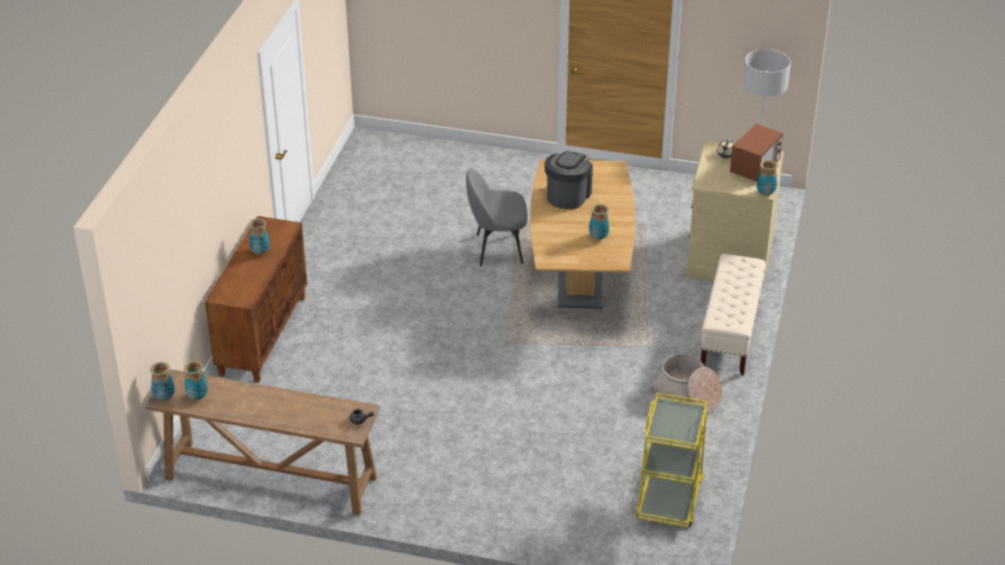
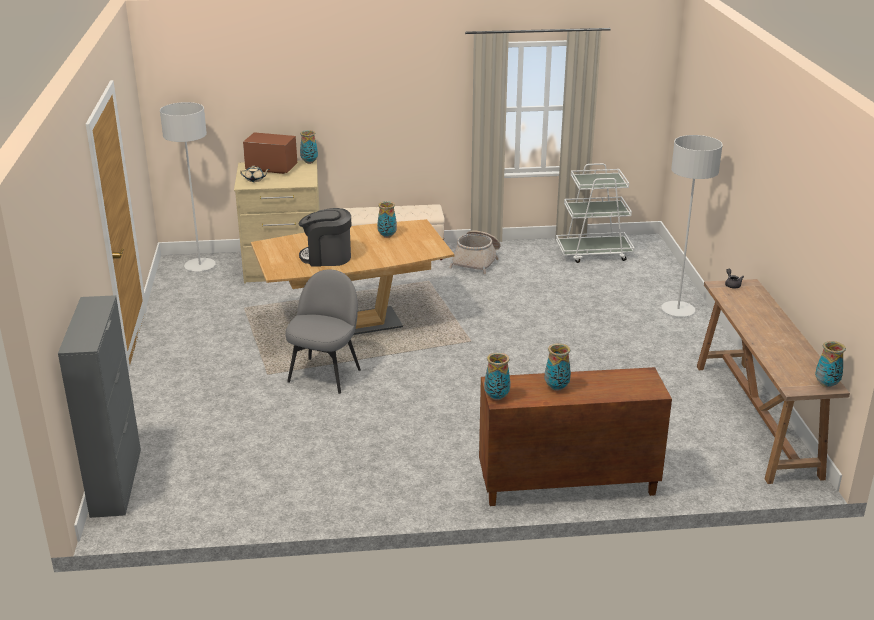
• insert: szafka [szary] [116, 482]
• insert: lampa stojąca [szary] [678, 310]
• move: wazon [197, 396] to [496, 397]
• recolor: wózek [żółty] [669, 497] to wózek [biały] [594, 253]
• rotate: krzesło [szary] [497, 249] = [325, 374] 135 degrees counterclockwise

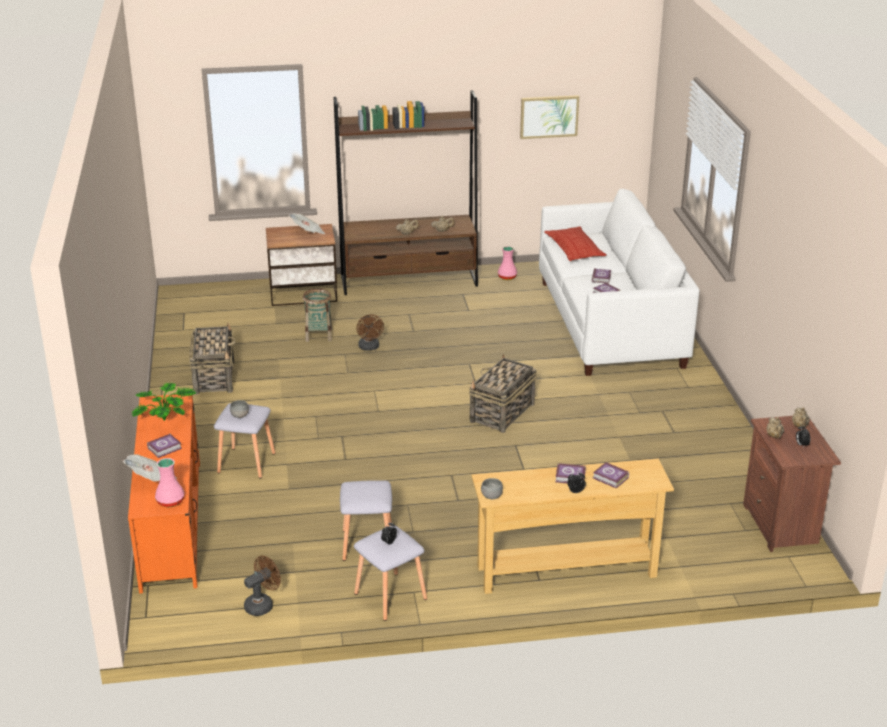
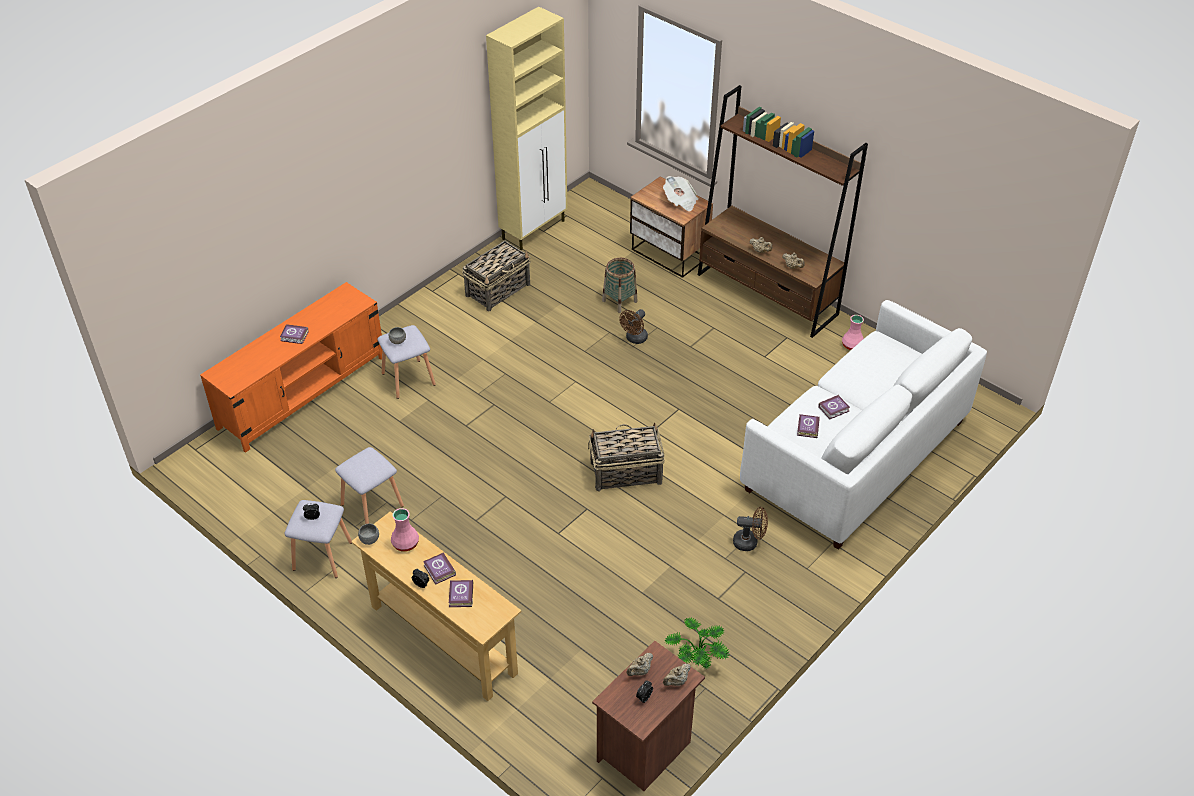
• delete: gazeta [151, 479]
• delete: obraz [549, 116]
• delete: poduszka [574, 249]
• insert: szafka [beżowy] [534, 229]
• move: roślina doniczkowa [166, 422] to [697, 659]
• move: wazon [różowy] [169, 501] to [405, 543]
• move: wentylator [brązowy] [262, 604] to [749, 542]

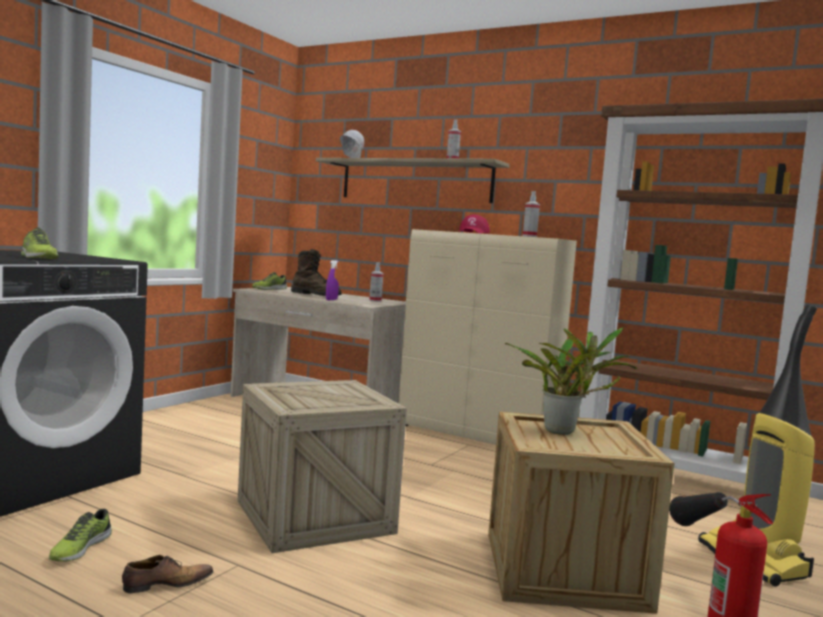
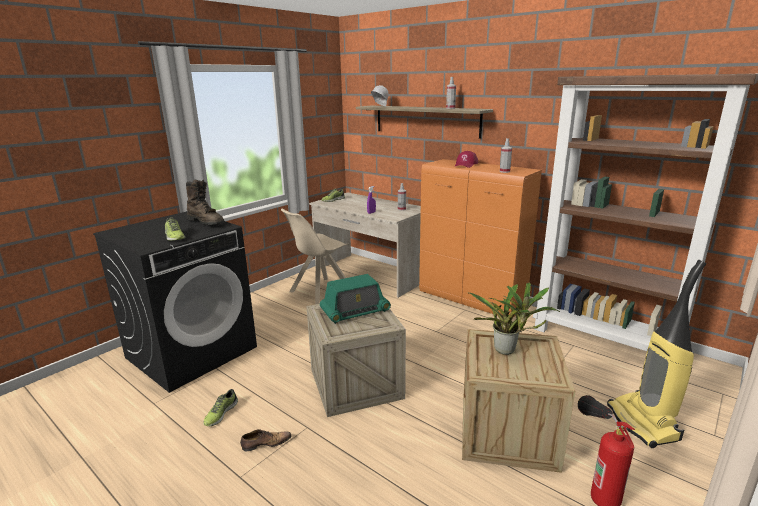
• insert: krzesło [beżowy] [320, 292]
• insert: radio [355, 311]
• move: but z cholewką [brązowy] [316, 295] to [206, 222]
• recolor: szafka [beżowy] [476, 435] to szafka [pomarańczowy] [472, 300]

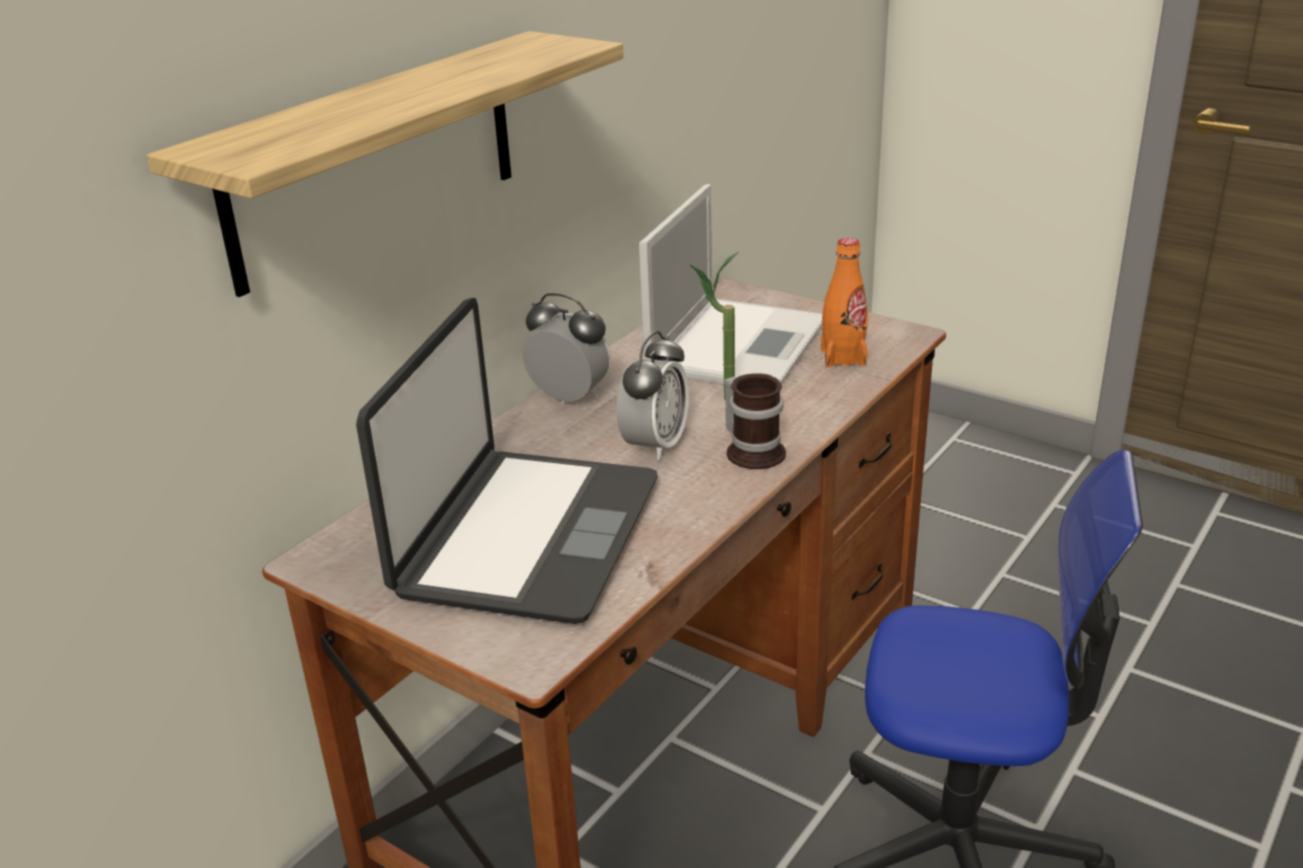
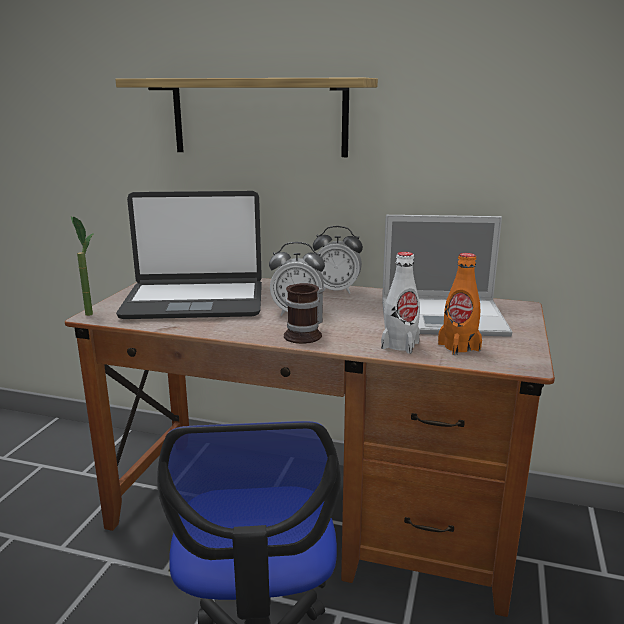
• insert: butelka [biały] [400, 345]
• move: roślina doniczkowa [717, 397] to [89, 312]
• rotate: budzik [569, 397] = [337, 290] 90 degrees clockwise

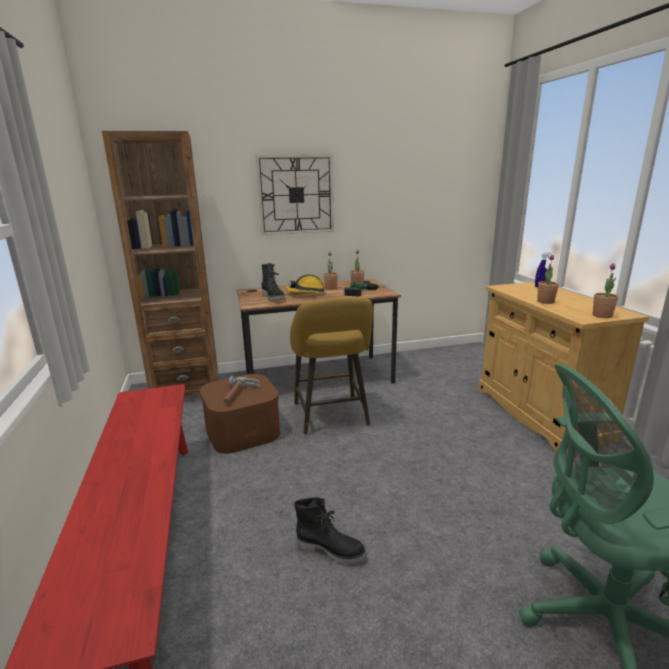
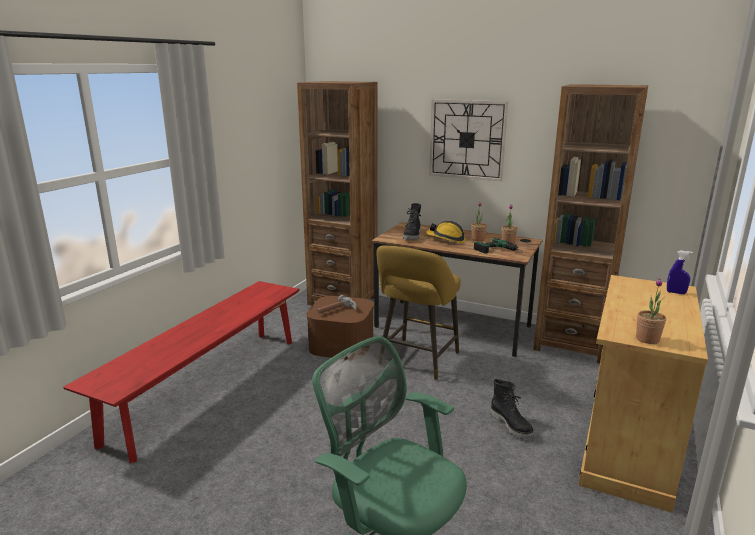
• delete: roślina doniczkowa [545, 301]
• insert: regał [brązowy] [571, 344]
• move: but z cholewką [czarny] [331, 550] to [511, 425]

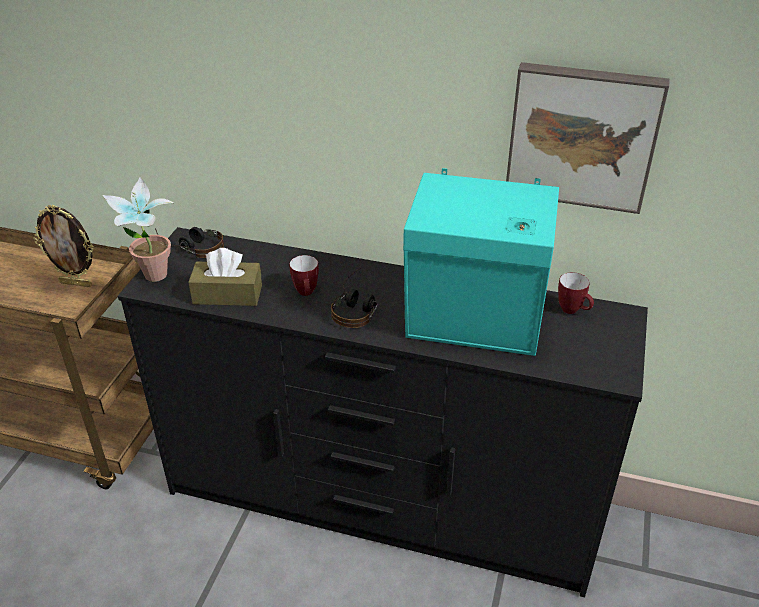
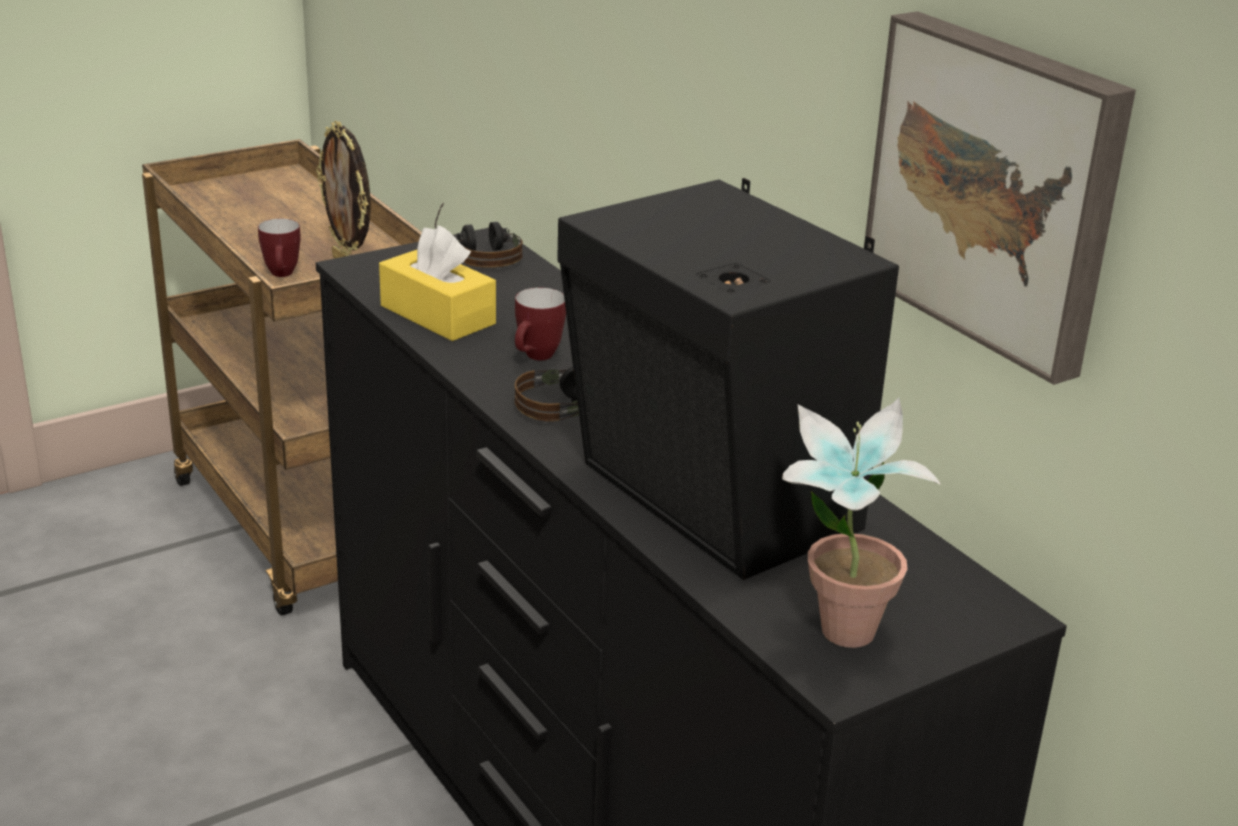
• move: roślina doniczkowa [153, 280] to [835, 640]
• move: kubek [573, 311] to [282, 275]
• recolor: pudełko chusteczek [brązowy] [227, 294] to pudełko chusteczek [żółty] [437, 315]
• recolor: głośnik [turkusowy] [476, 326] to głośnik [czarny] [712, 502]

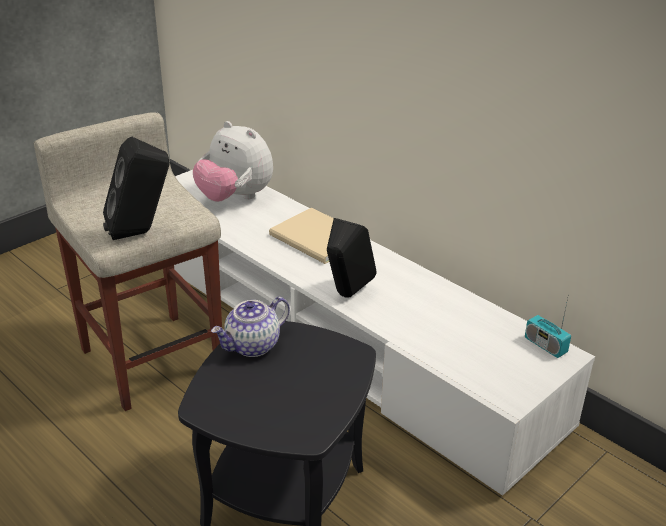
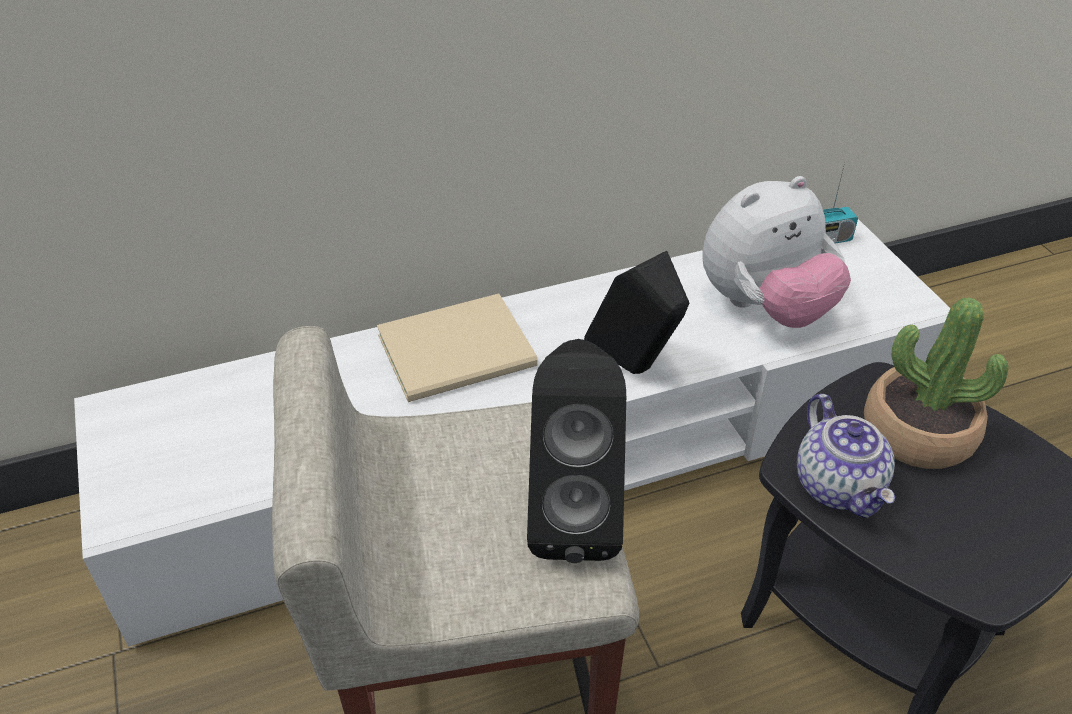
• insert: roślina doniczkowa [917, 433]
• move: pluszak [235, 198] to [765, 307]

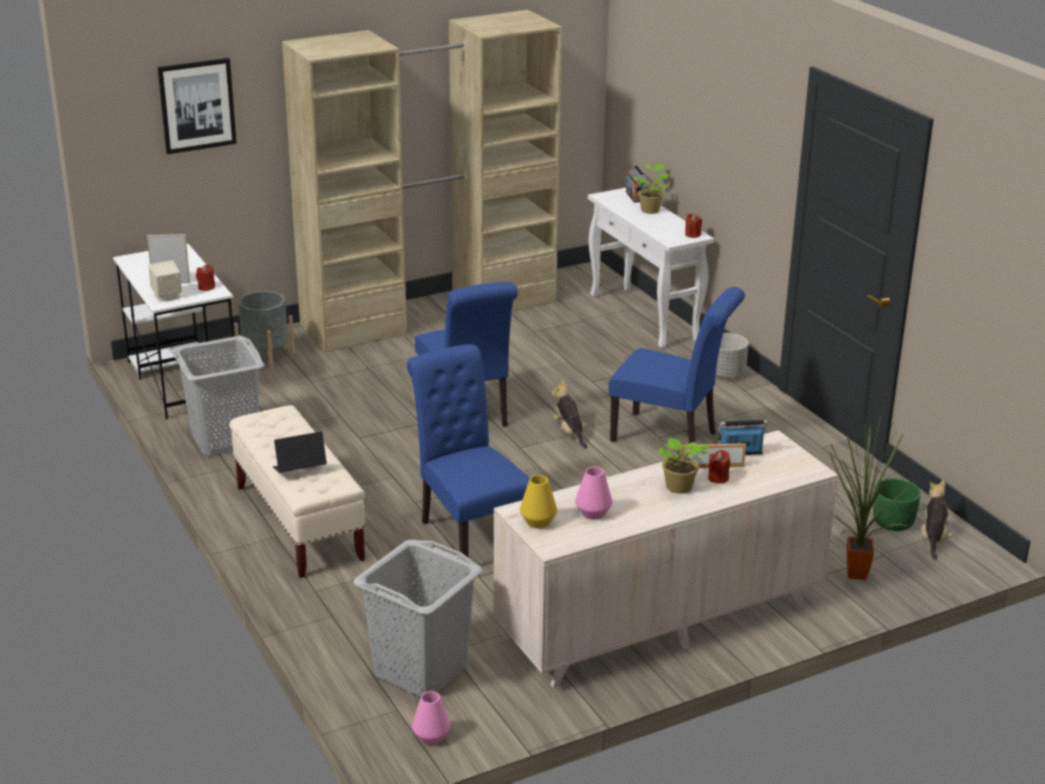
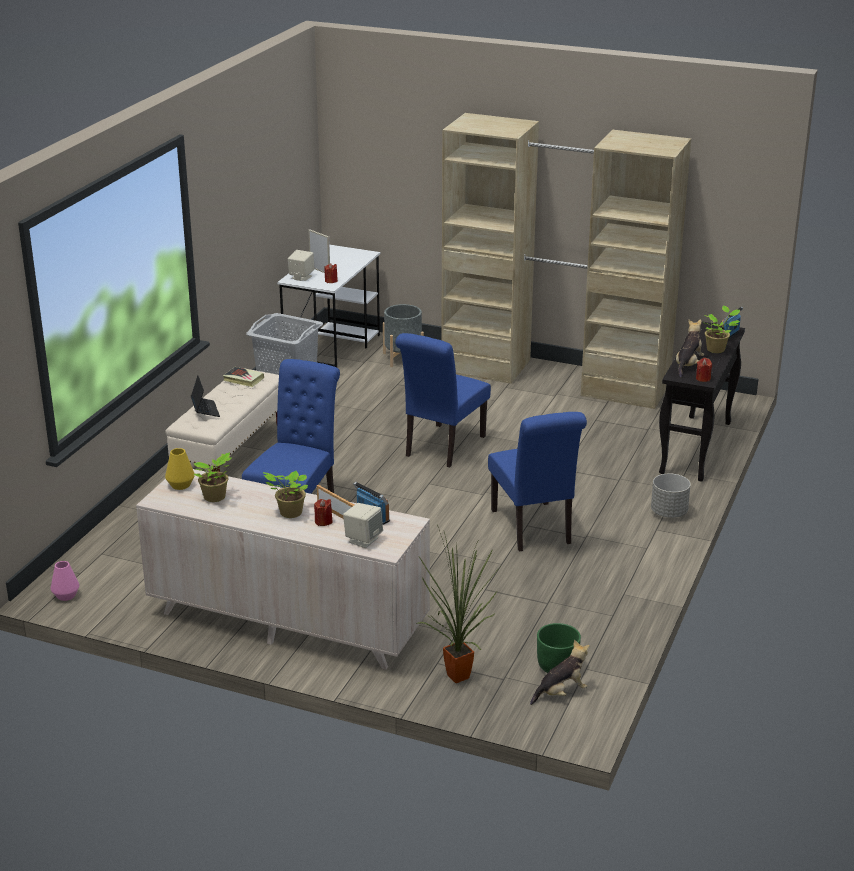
• delete: obraz [197, 105]
• delete: kosz na pranie [szary] [420, 670]
• insert: książka [243, 379]
• insert: głośnik [beżowy] [363, 539]
• move: pluszak [569, 433] to [688, 365]
• replace: wazon [różowy] [593, 513] to roślina doniczkowa [215, 497]
• recolor: stolik konsolowy [biały] [644, 318] to stolik konsolowy [czarny] [696, 448]
• rotate: laptop [299, 470] = [205, 410] 45 degrees clockwise

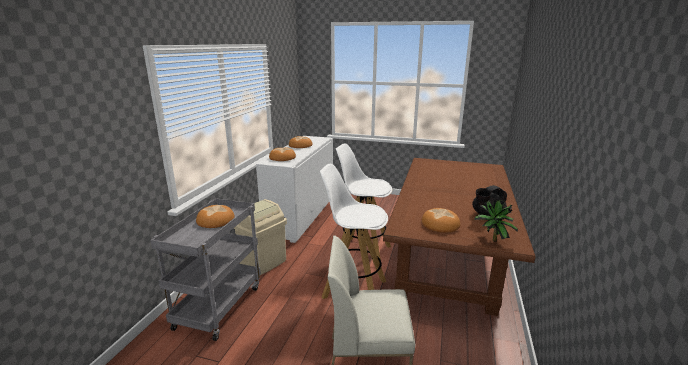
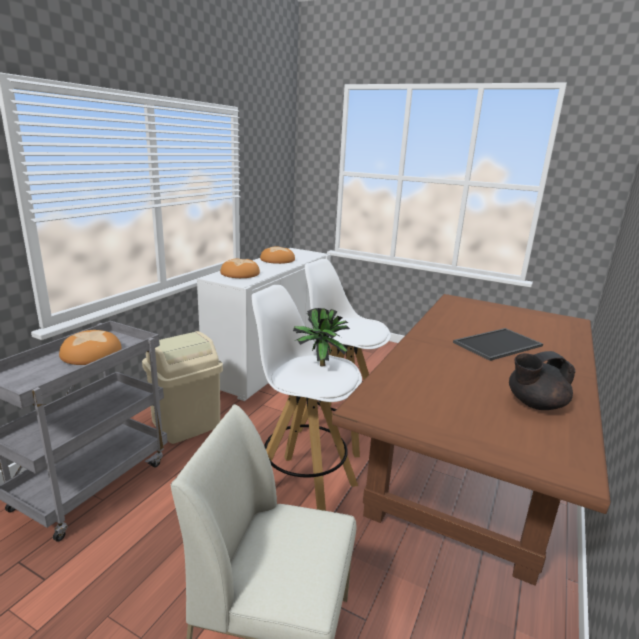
• delete: chleb [440, 224]
• insert: taca [498, 345]
• move: roślina doniczkowa [491, 240] to [318, 364]

